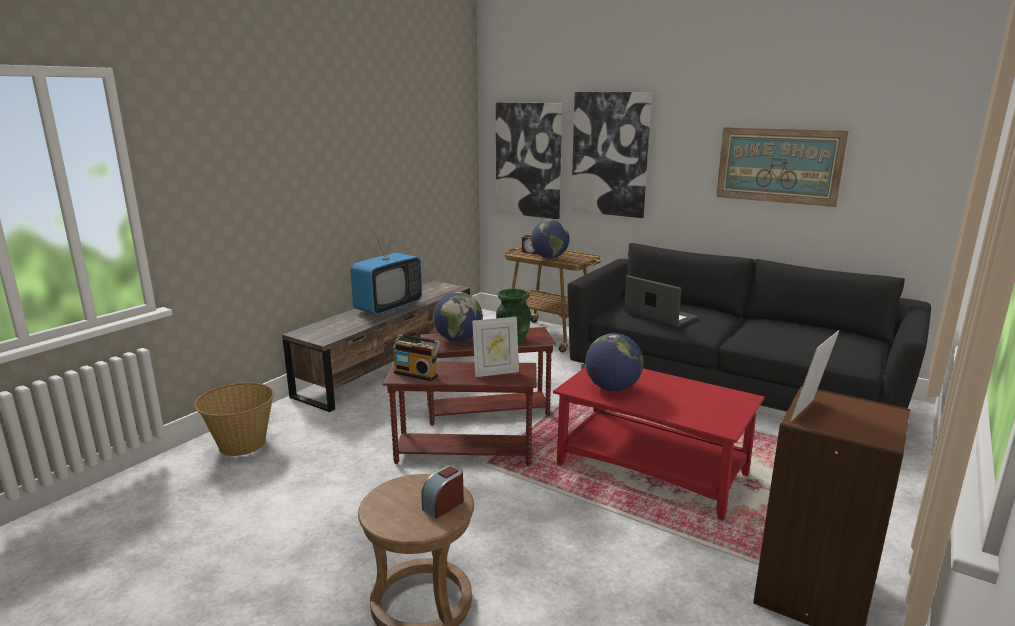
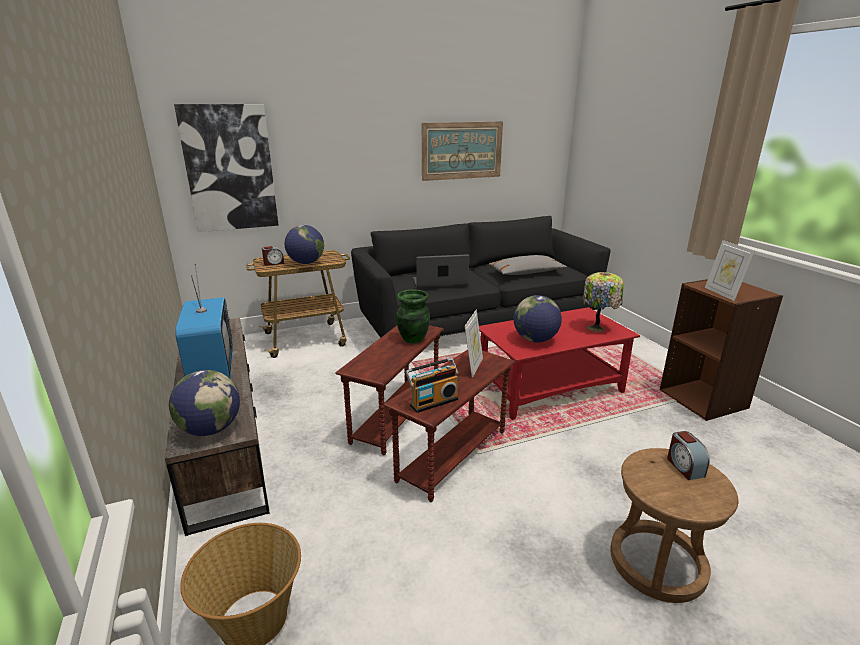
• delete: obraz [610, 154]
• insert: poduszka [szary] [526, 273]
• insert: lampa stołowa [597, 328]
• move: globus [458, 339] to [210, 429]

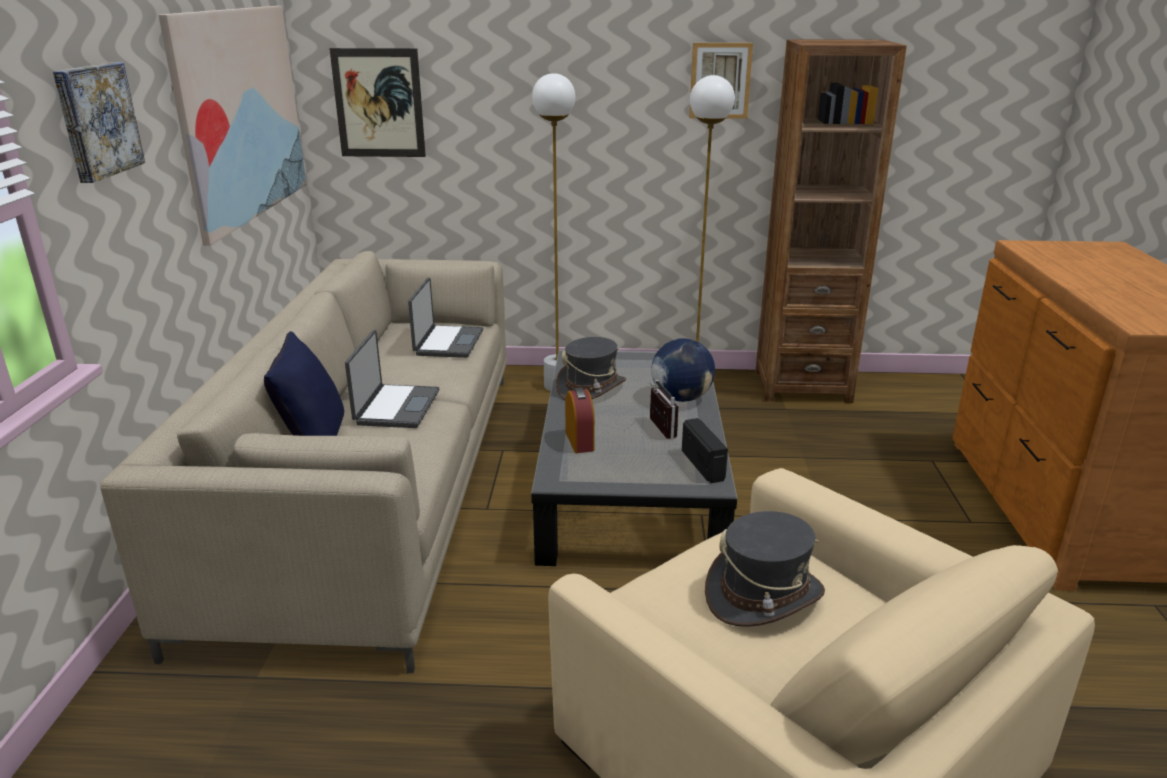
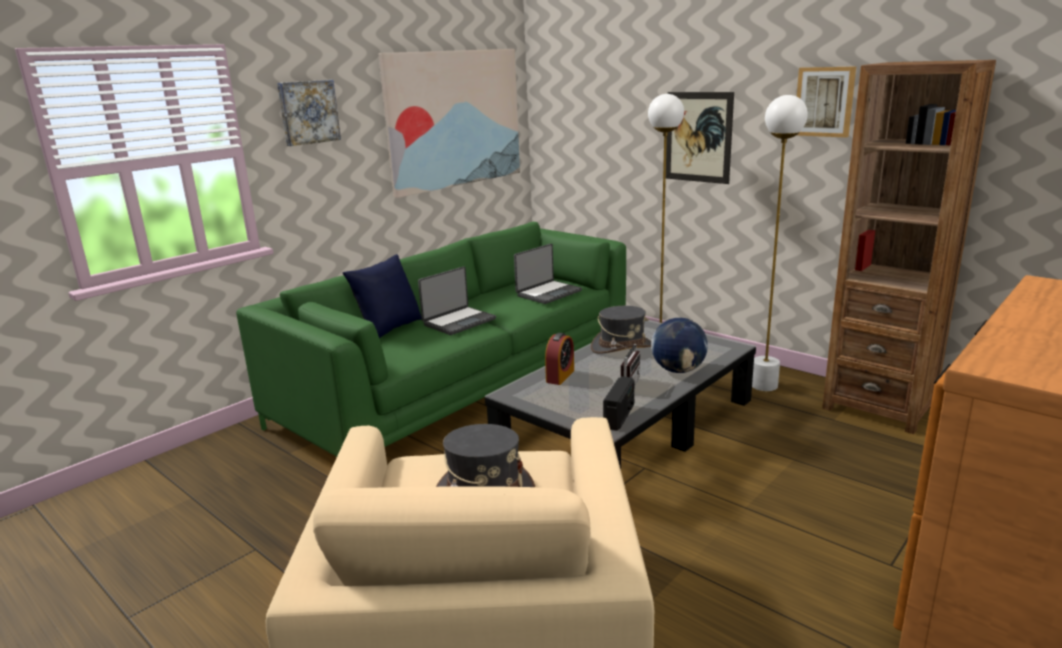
• move: obraz [378, 103] to [698, 137]
• recolor: kanapa [beżowy] [375, 487] to kanapa [zielony] [463, 381]

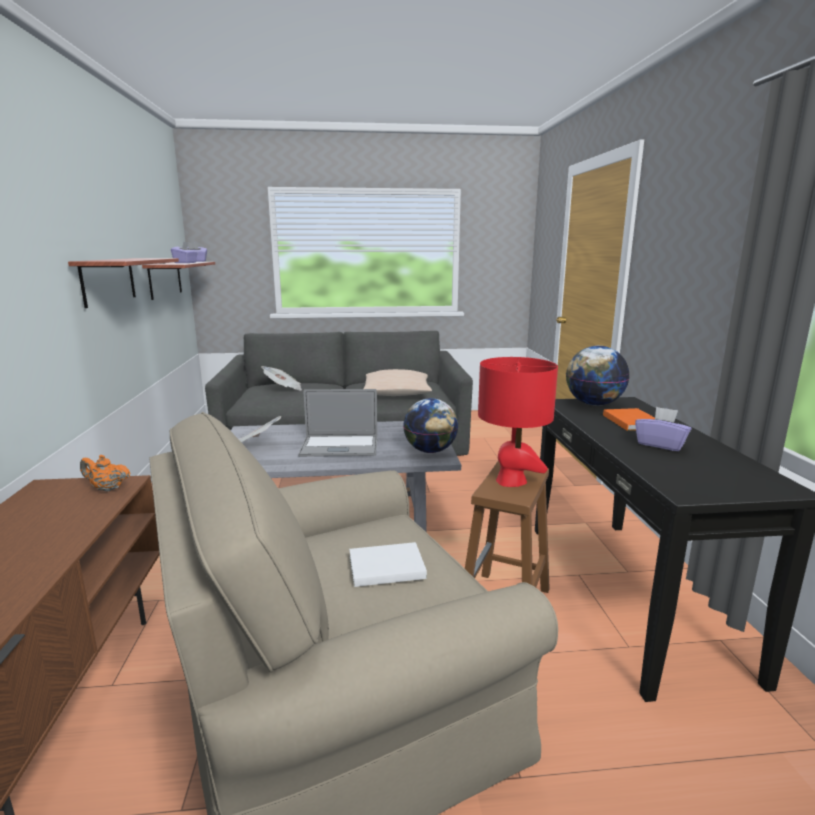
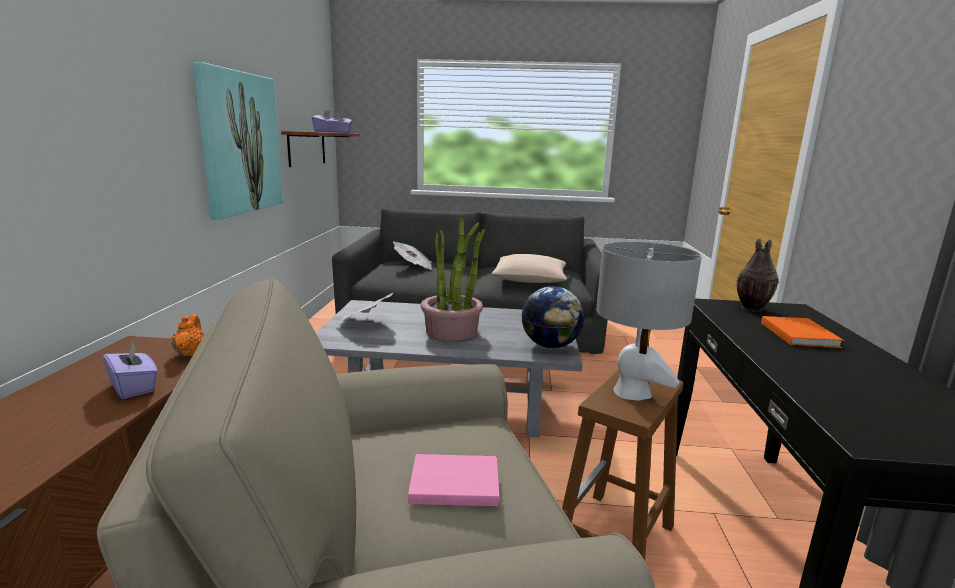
• move: pudełko chusteczek [fioletowy] [660, 444] to [134, 387]
• replace: półka [108, 281] to obraz [240, 143]
• replace: laptop [339, 446] to roślina doniczkowa [452, 331]
• replace: globus [593, 404] to wazon [750, 308]
• recolor: książka [biały] [384, 566] to książka [różowy] [452, 482]
• recolor: lampa stołowa [czerwony] [511, 481] to lampa stołowa [szary] [632, 392]
• rotate: imbryk [pomarańczowy] [107, 488] = [190, 352] 60 degrees clockwise

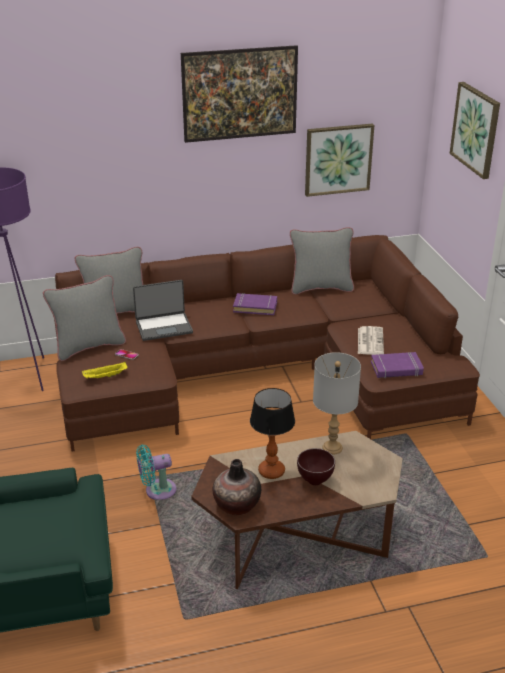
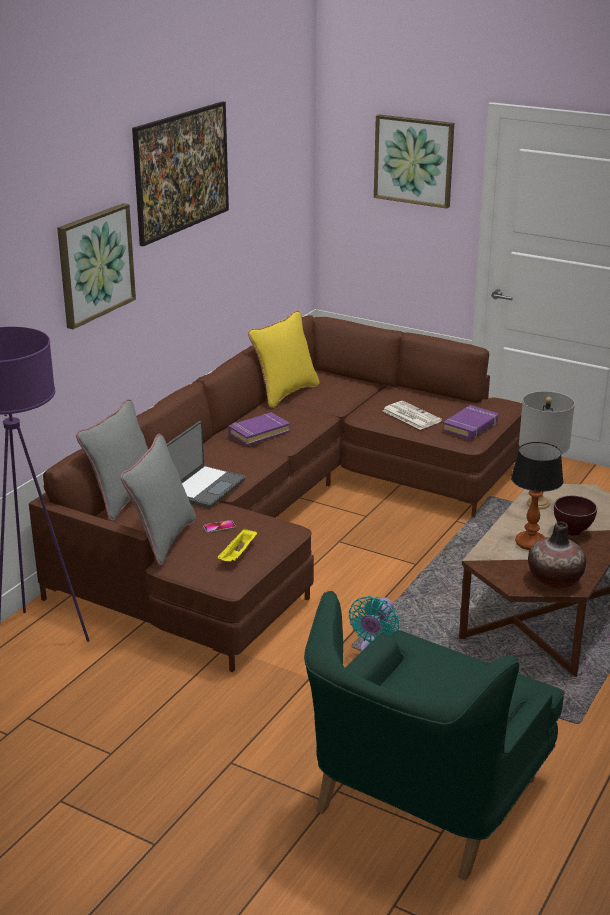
• move: obraz [338, 159] to [95, 264]
• recolor: poduszka [szary] [320, 288] to poduszka [żółty] [285, 393]

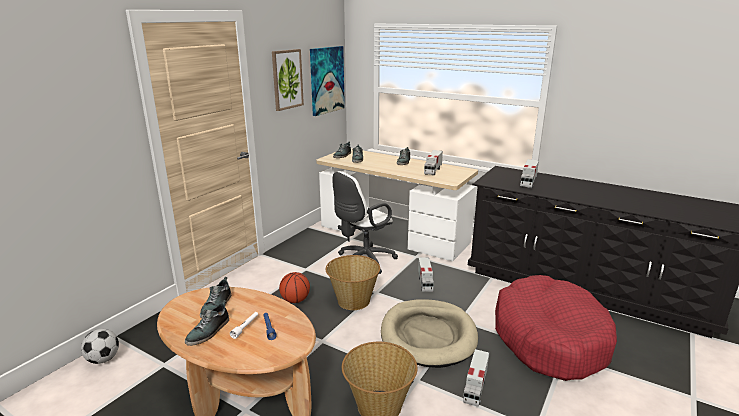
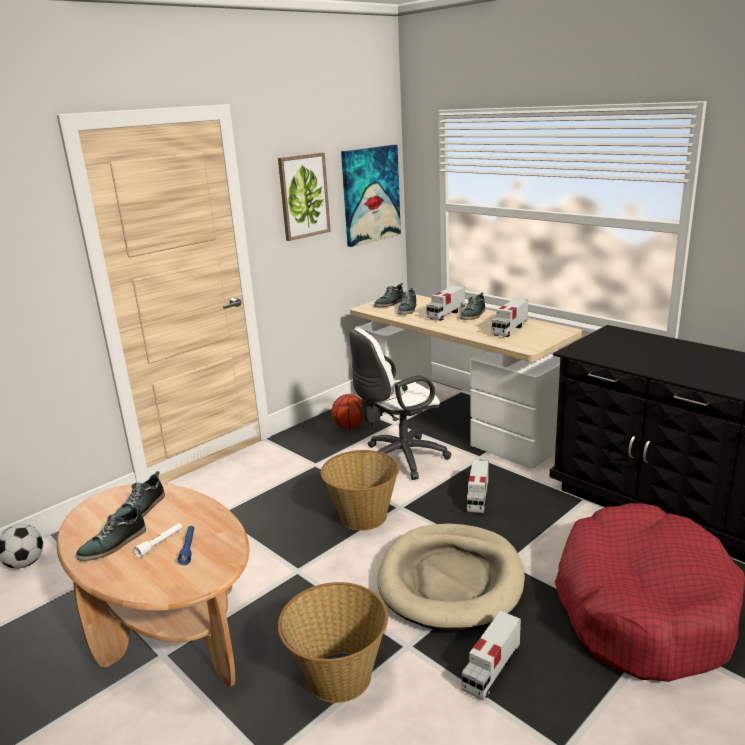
• move: piłka do koszykówki [295, 300] to [349, 426]
• move: ciężarówka zabawkowa [528, 182] to [446, 314]

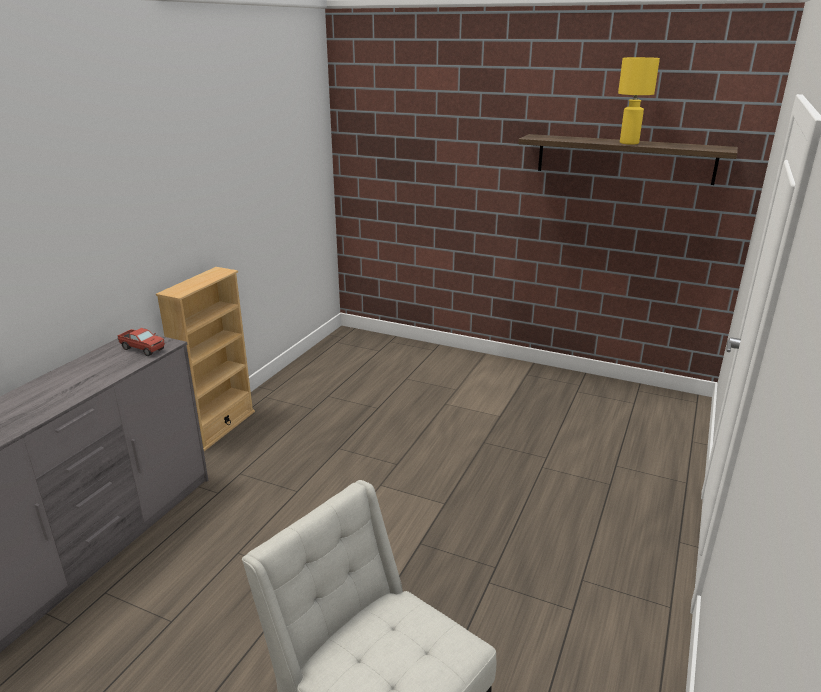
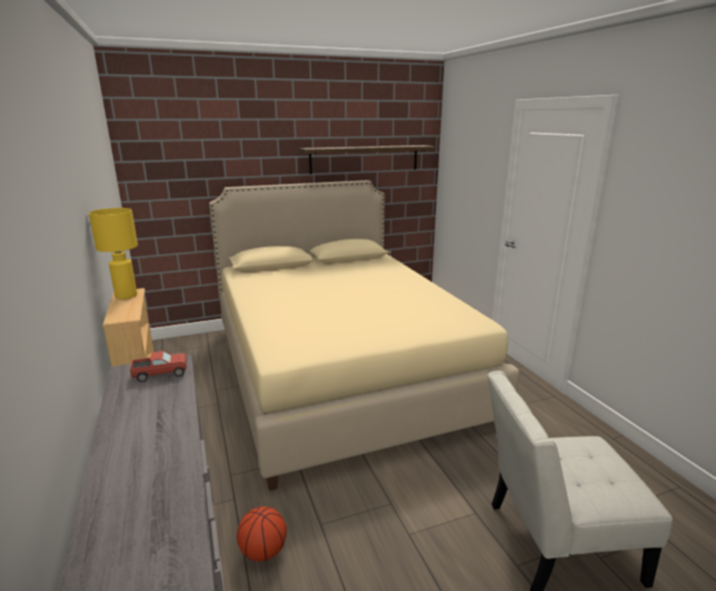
• insert: łóżko [beżowy] [340, 372]
• insert: piłka do koszykówki [264, 551]
• move: lampa stołowa [żółty] [628, 143] to [125, 296]

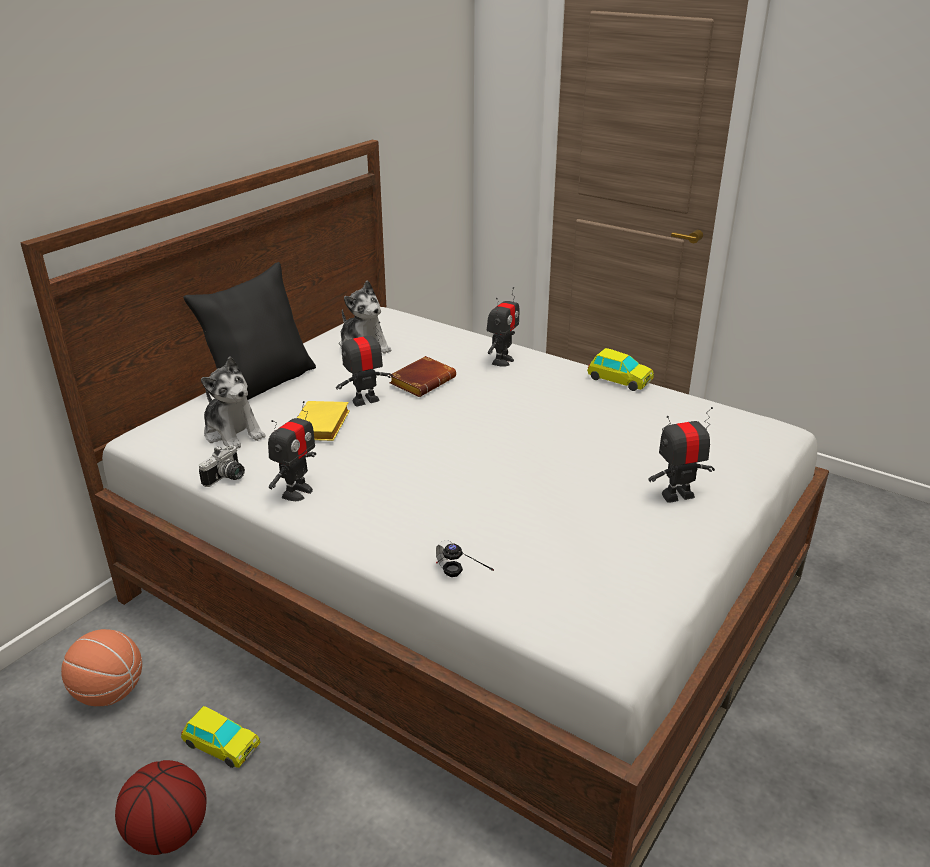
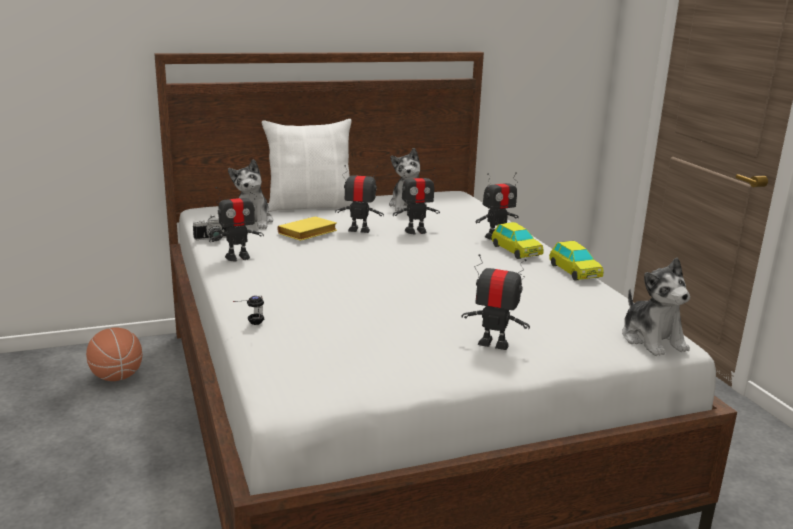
• delete: piłka do koszykówki [170, 832]
• insert: pluszak [652, 340]
• move: samochodzik [222, 745] to [516, 251]
• replace: książka [brązowy] [422, 381] to robot zabawkowy [416, 231]
• recolor: poduszka [czarny] [261, 383] to poduszka [biały] [310, 205]

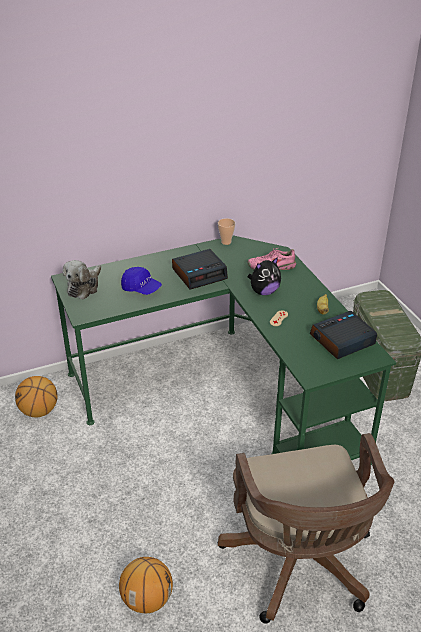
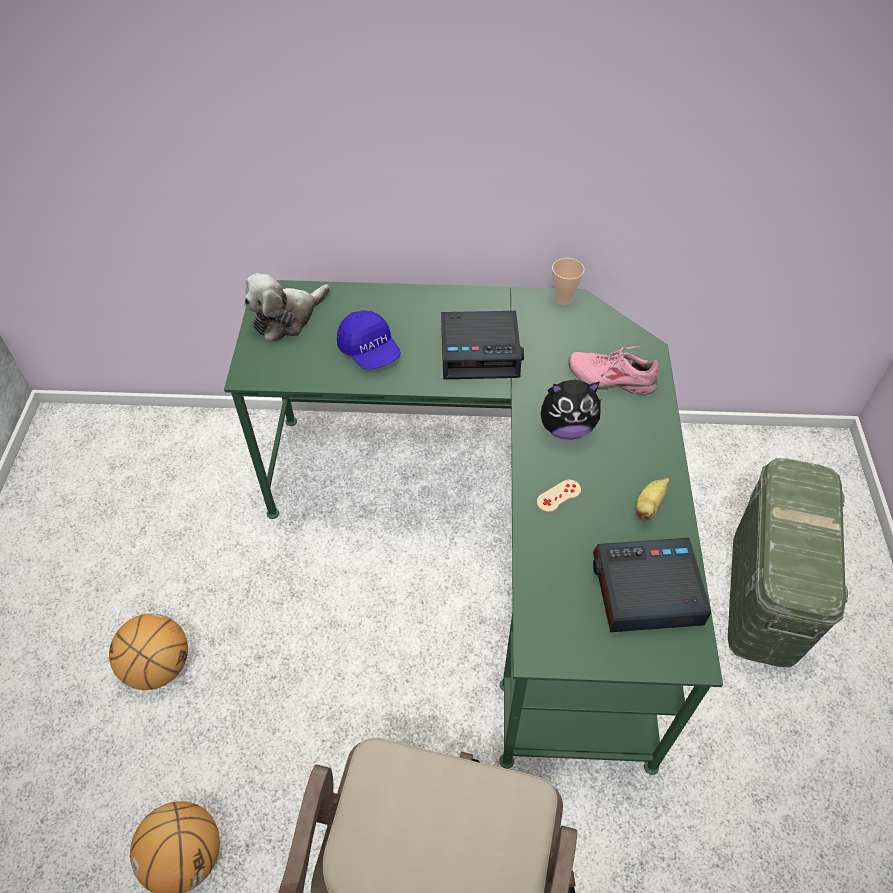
• move: piłka do koszykówki [39, 411] to [159, 666]

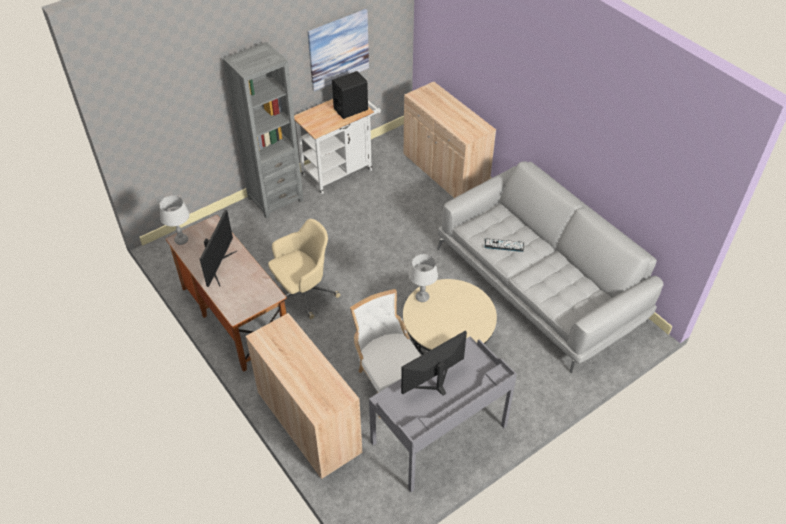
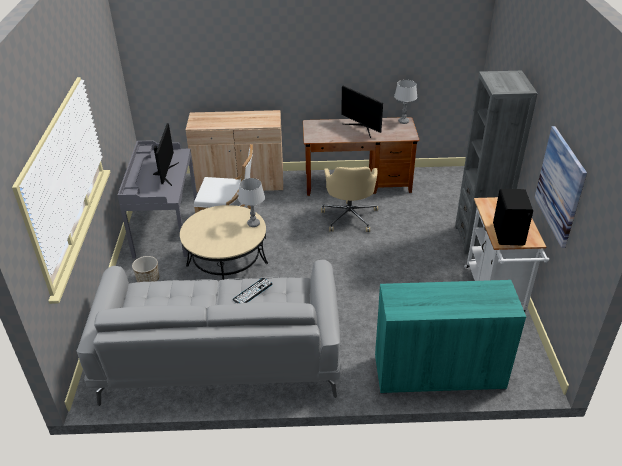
• insert: donica [148, 279]
• recolor: szafka [beżowy] [445, 172] to szafka [turkusowy] [438, 372]

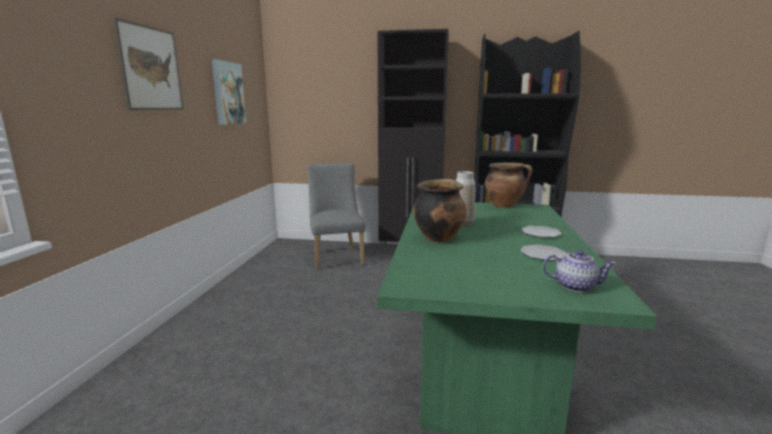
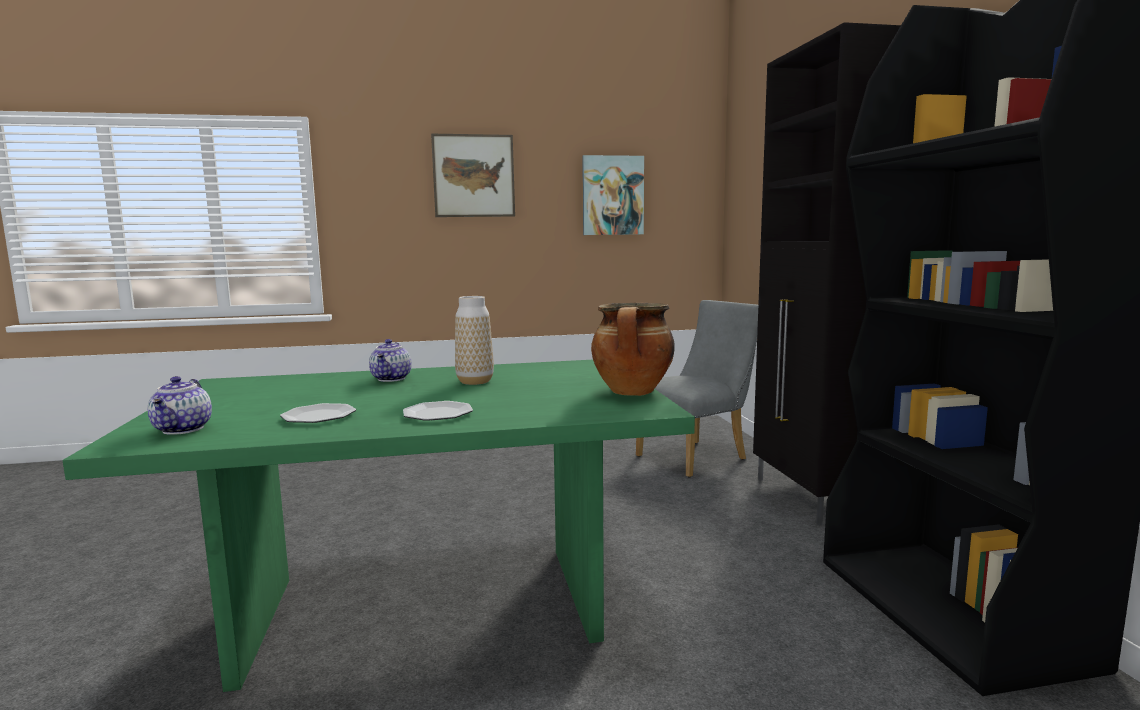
• replace: garnek [438, 238] to imbryk [392, 379]

